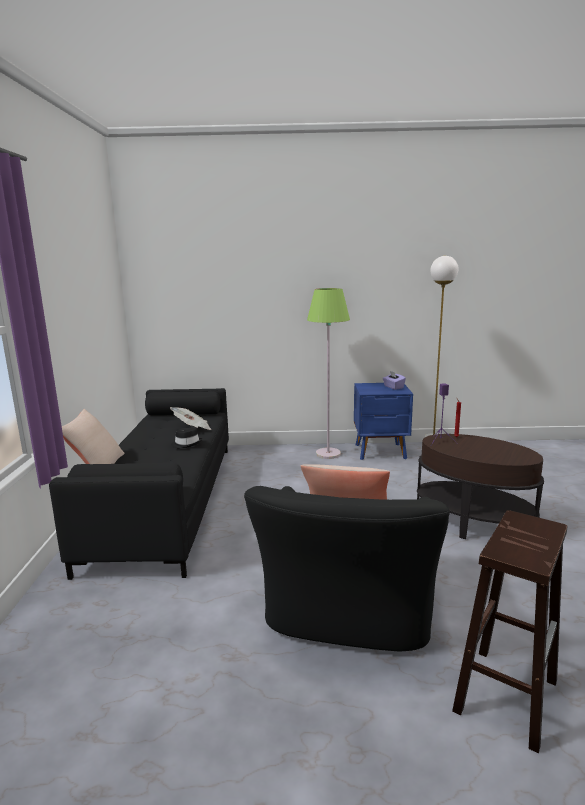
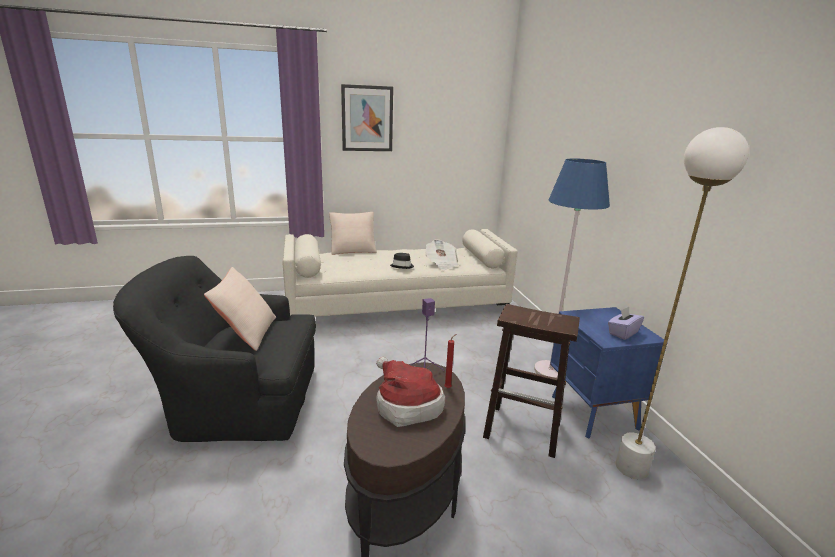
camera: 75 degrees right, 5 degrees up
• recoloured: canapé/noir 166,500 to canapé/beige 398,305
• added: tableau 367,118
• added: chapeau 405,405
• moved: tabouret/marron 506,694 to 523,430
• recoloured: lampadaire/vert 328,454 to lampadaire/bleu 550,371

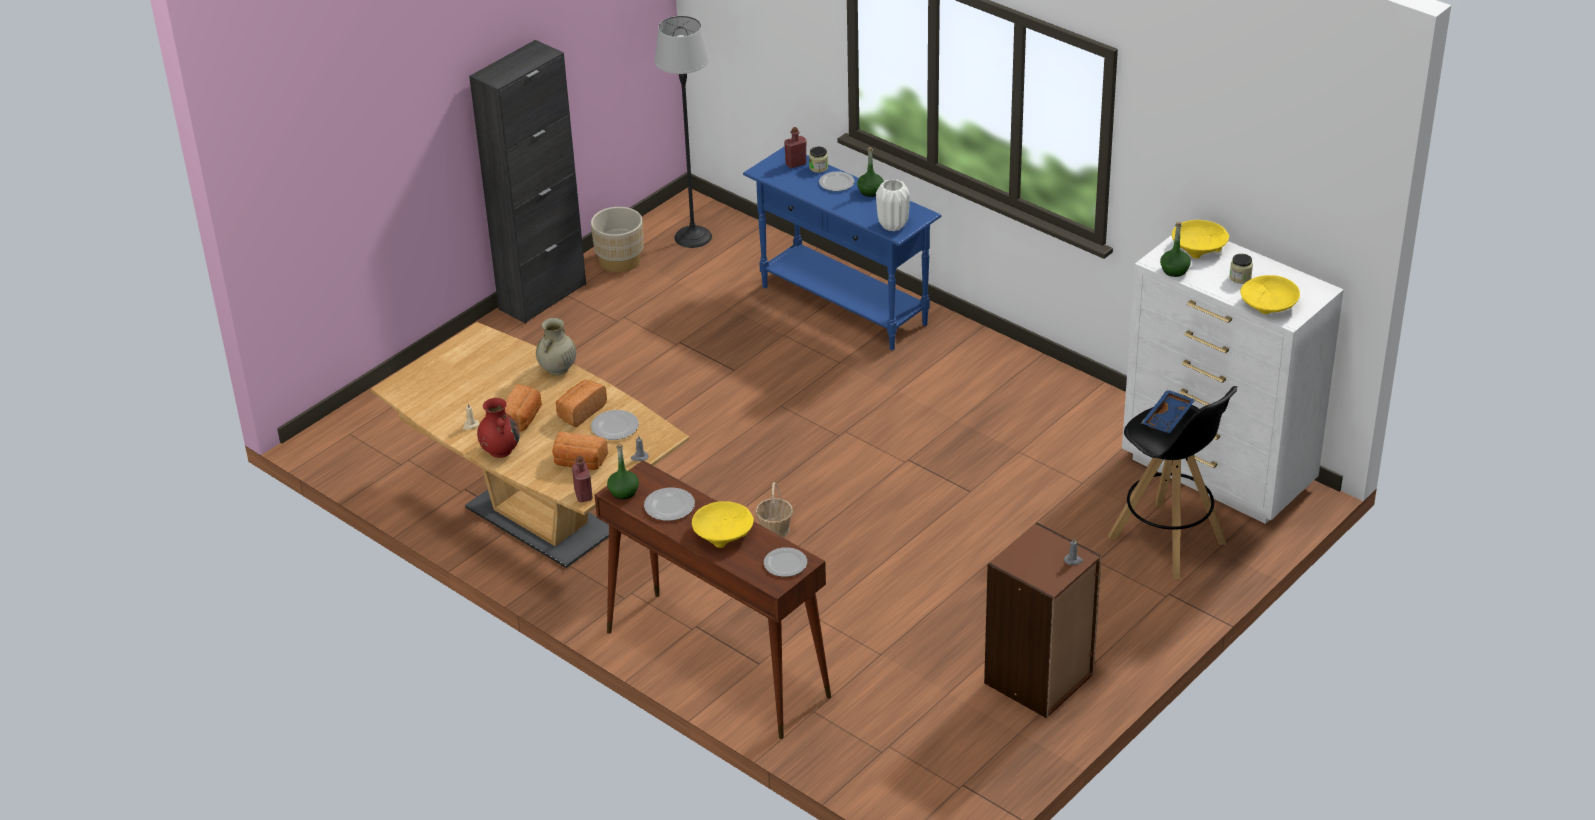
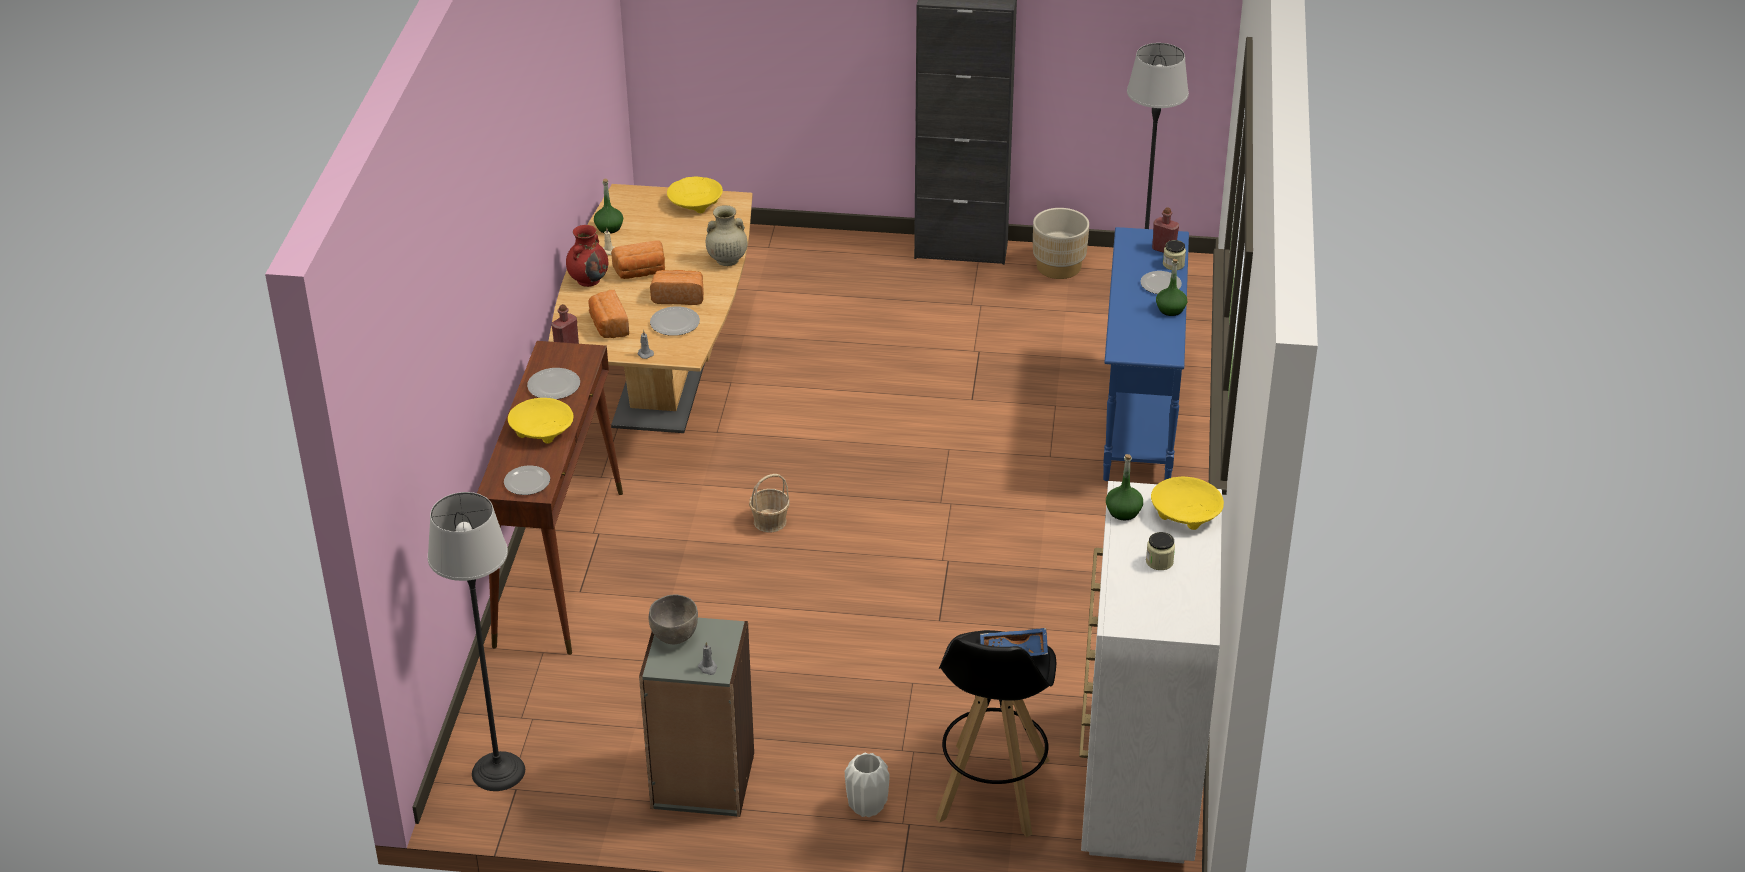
camera: 55 degrees right, 0 degrees up
• added: lampadaire 498,771
• moved: bouteille/vert 624,492 to 609,228
• recoloured: bibliothèque/marron 1039,679 to bibliothèque/gris 702,781
• added: bol/gris 674,636
• moved: bol/jaune 1269,305 to 695,203
• moved: vase/blanc 892,225 to 867,807

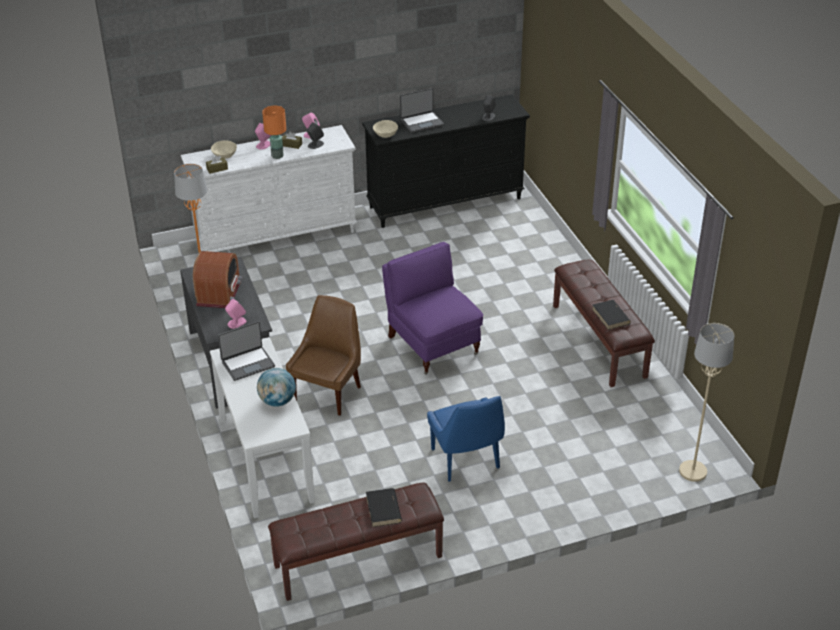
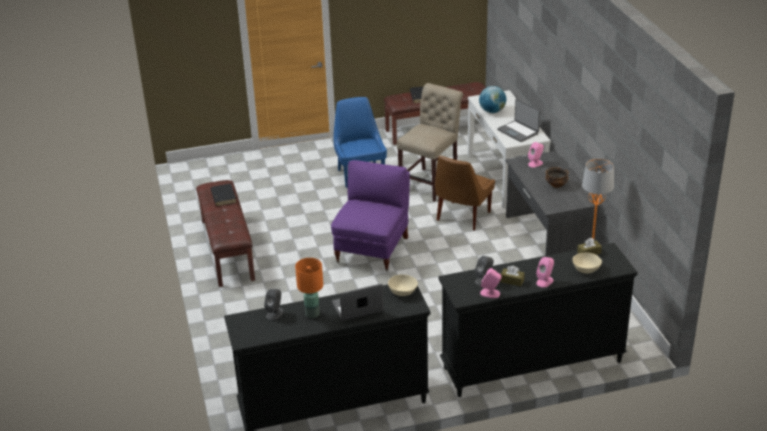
camera: 175 degrees left, 5 degrees down
• moved: lampe de table/orange 277,156 to 312,313
• turned: fauteuil/violet 433,345 = 372,250 135 degrees counterclockwise
• added: chaise/beige 431,183
• recoloured: commode/blanc 276,236 to commode/noir 531,365
• turned: ordinateur portable 248,363 = 518,131 105 degrees counterclockwise
• replaced: radio 219,293 to bol 556,185
• removed: lampadaire/beige 692,471

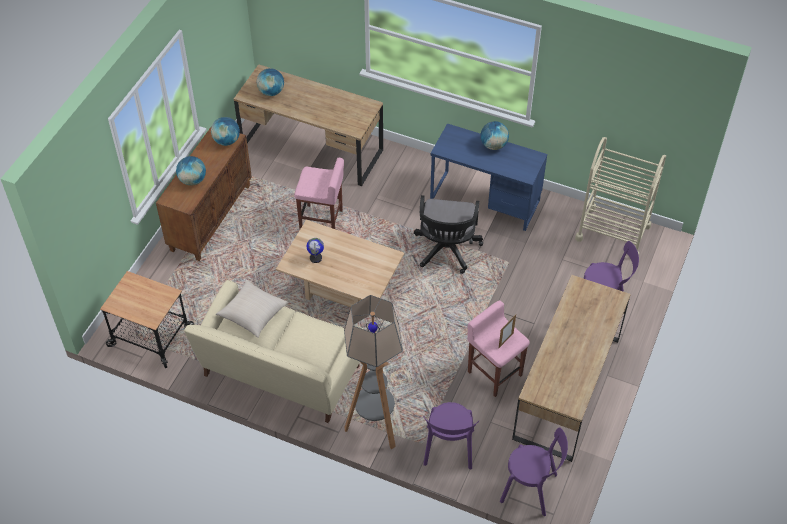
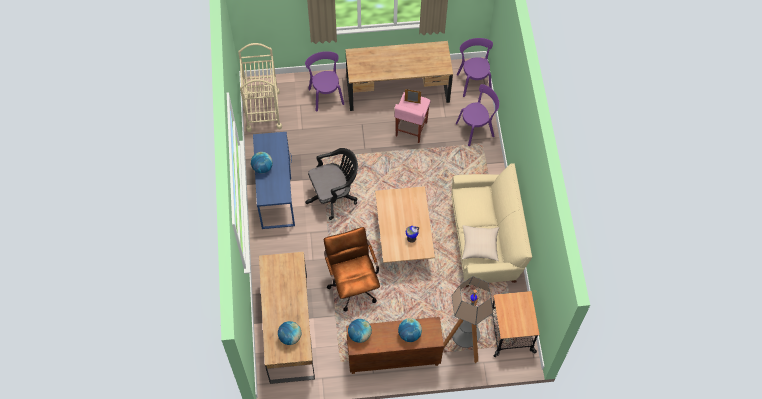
camera: 120 degrees left, 10 degrees up
• replaced: tabouret/rose 322,220 to chaise de bureau/marron 353,283
• moved: lampadaire 375,426 to 463,345

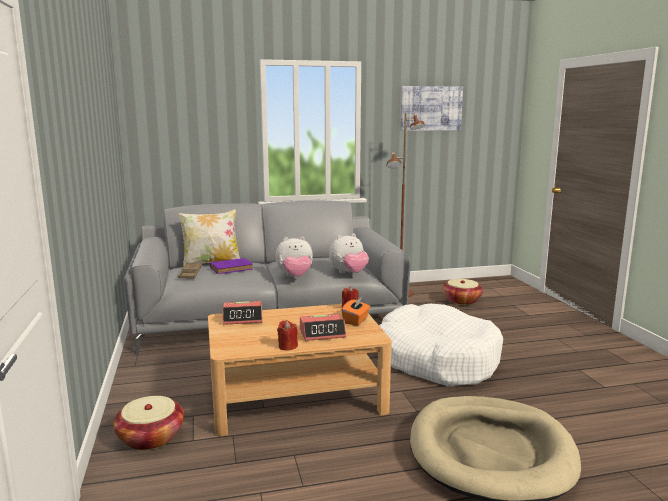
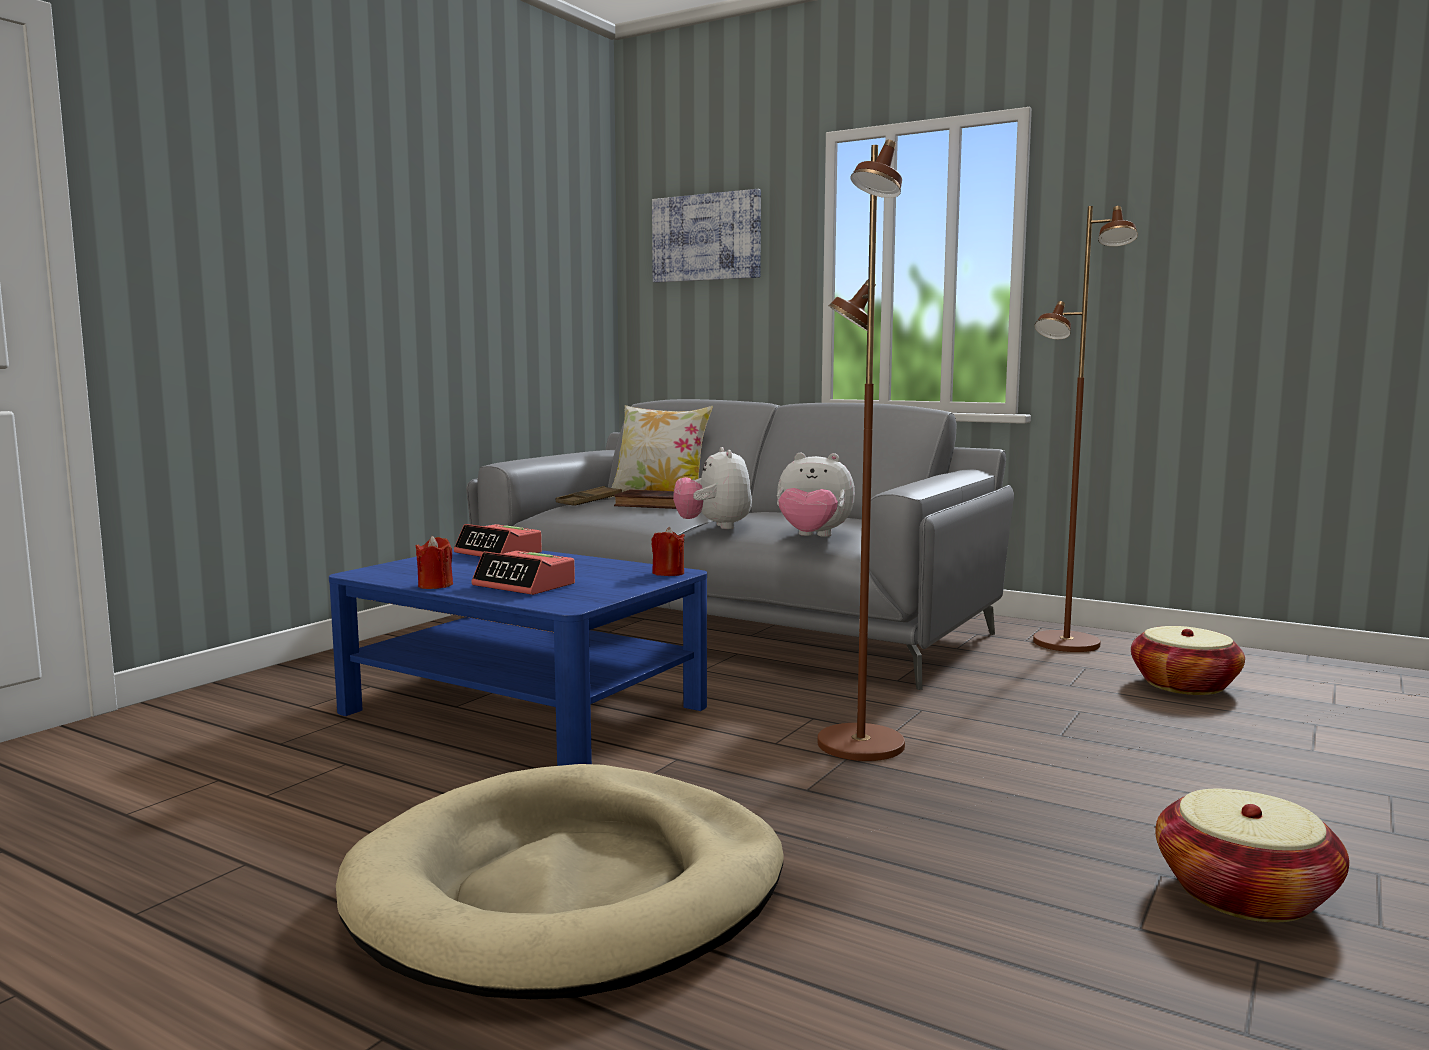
camera: 45 degrees right, 5 degrees down
• recoloured: table basse/beige 296,395 to table basse/bleu 524,709
• recoloured: livre/violet 232,268 to livre/marron 655,504
• moved: tableau 431,108 to 706,237
• turned: peluche 295,277 = 714,527 45 degrees clockwise
• replaced: panier pour chien/blanc 436,359 to lampadaire/marron 858,745
• moved: panier 151,437 to 1244,894
• removed: boîte à mouchoirs/orange 356,321

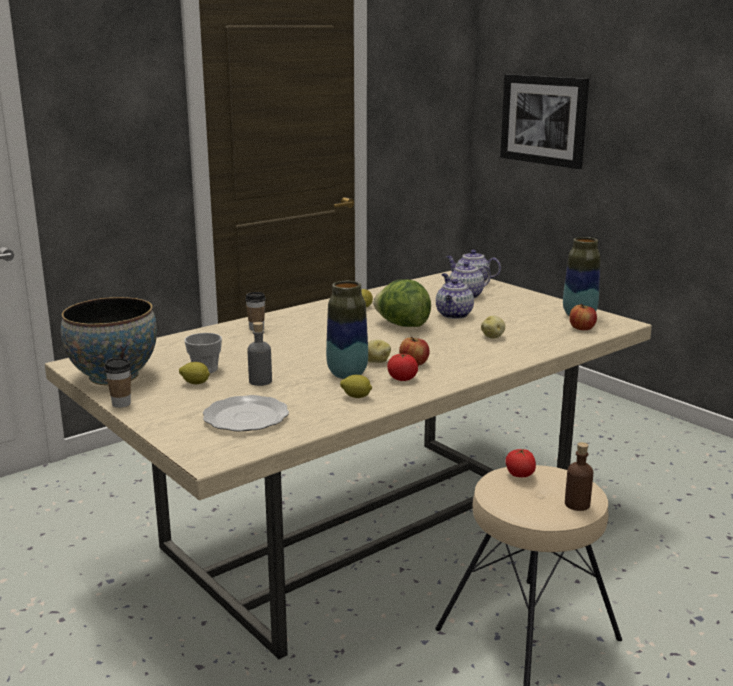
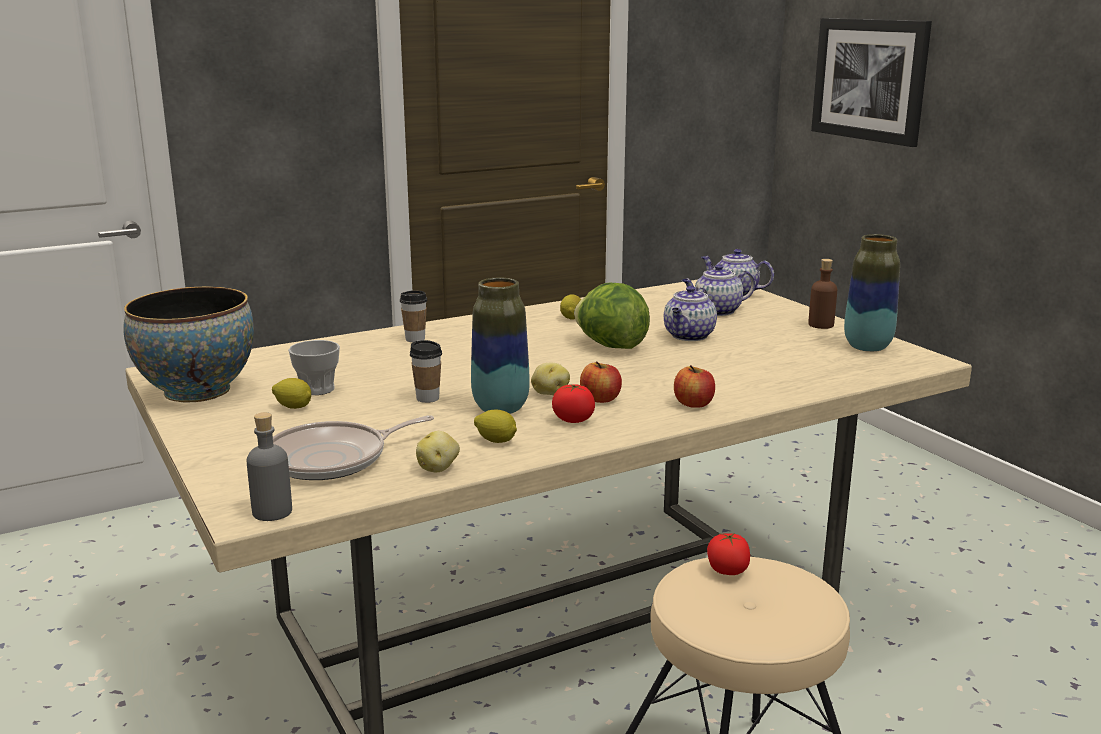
camera: 10 degrees right, 0 degrees up
• moved: bouteille/gris 260,381 to 272,512
• replaced: assiette 247,417 to poêle 333,459
• moved: tasse 121,404 to 427,398
• moved: pomme de terre 493,336 to 438,468
• moved: pomme 582,328 to 693,404
• moved: bouteille/marron 577,504 to 821,325

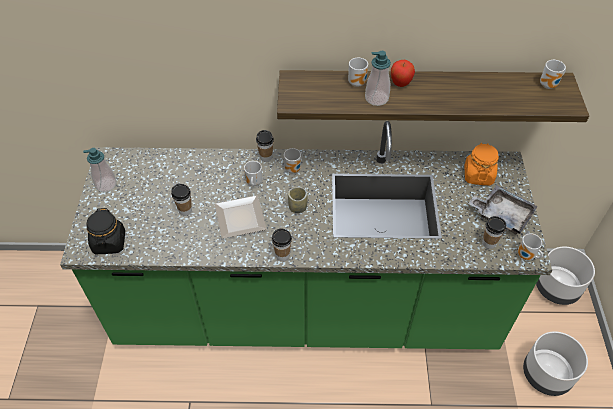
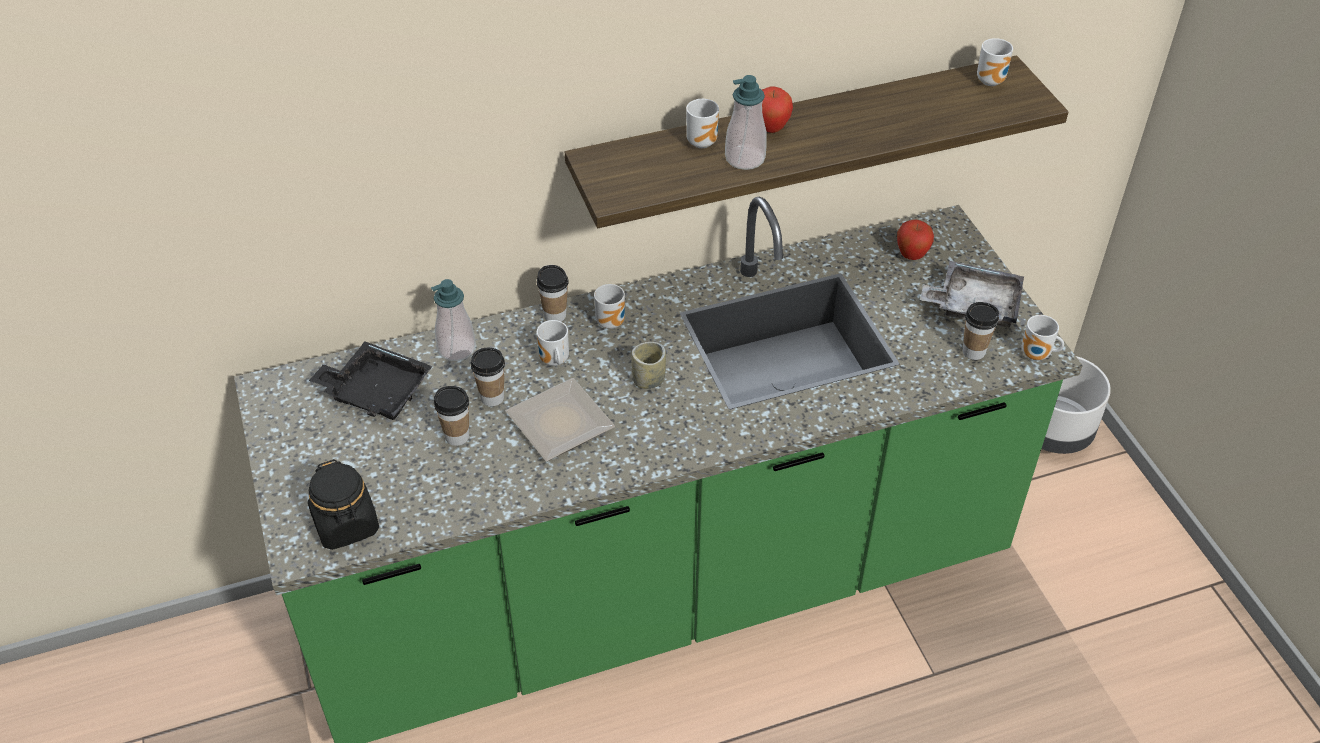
camera: 20 degrees left, 5 degrees down
• added: plateau/noir 376,391
• moved: distributeur de savon 106,184 to 456,349
• moved: tasse 282,255 to 492,397
• replaced: bocal/orange 478,175 to pomme 911,256
• removed: cache-pot/gris 546,374

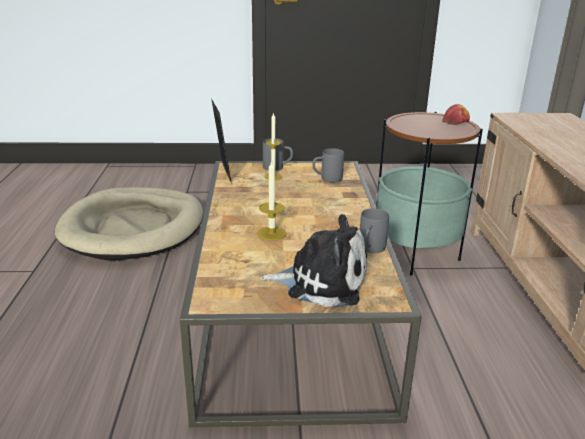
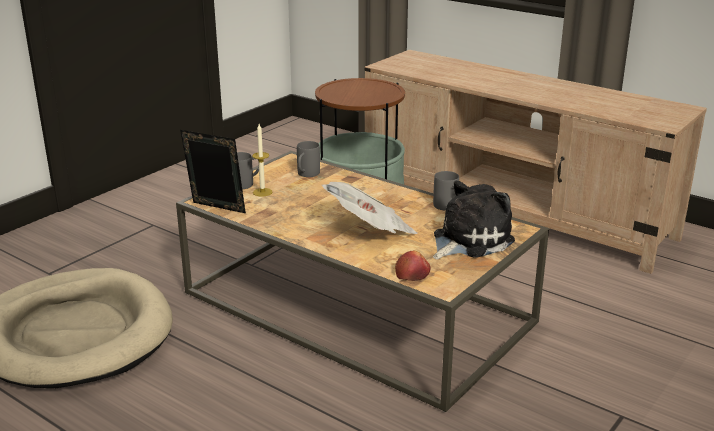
camera: 50 degrees left, 0 degrees up
• replaced: bougie 271,233 to journal 370,231
• moved: pomme 455,122 to 413,274

